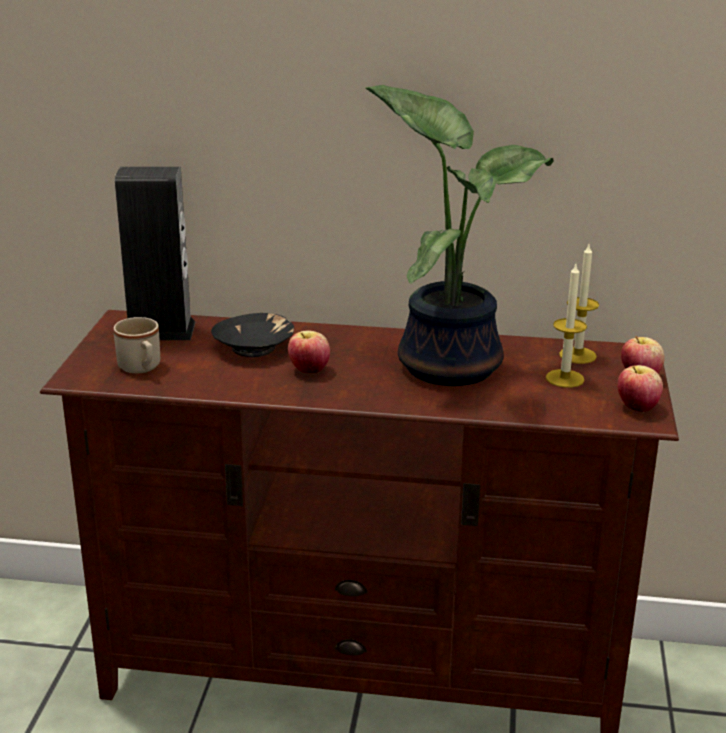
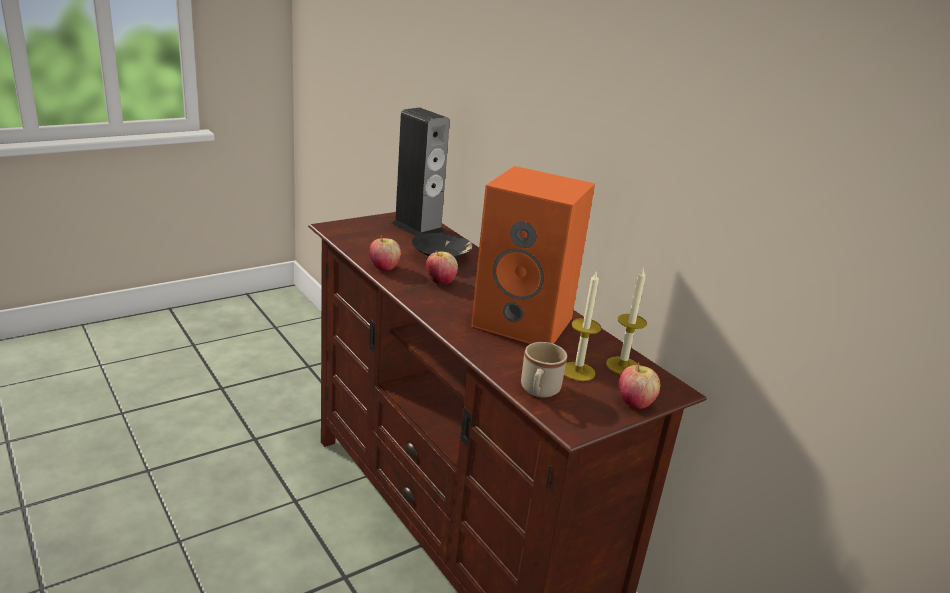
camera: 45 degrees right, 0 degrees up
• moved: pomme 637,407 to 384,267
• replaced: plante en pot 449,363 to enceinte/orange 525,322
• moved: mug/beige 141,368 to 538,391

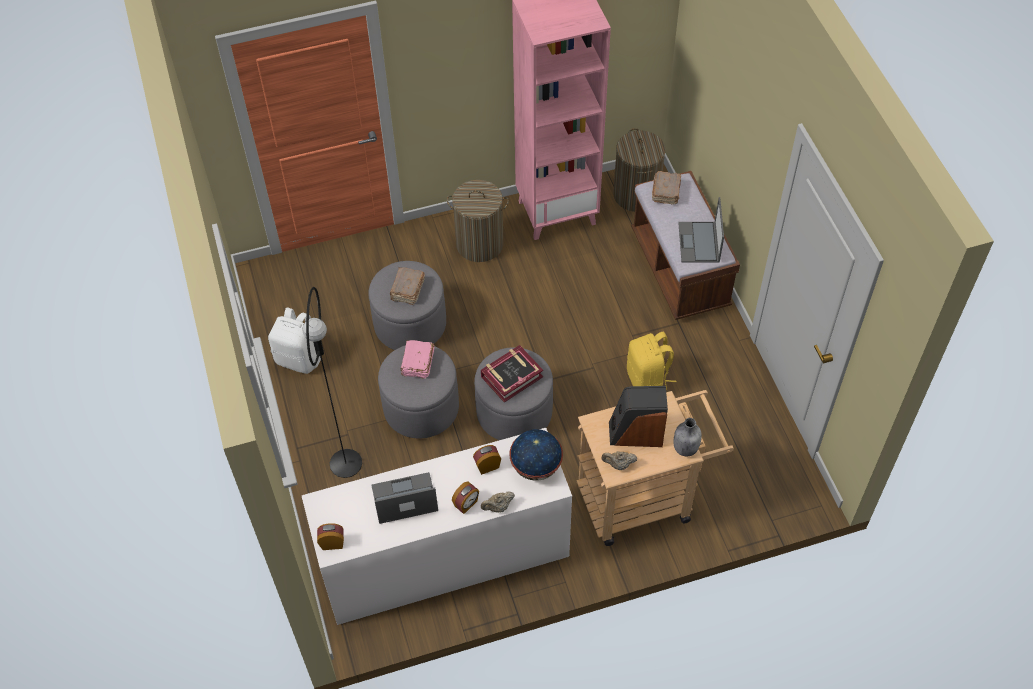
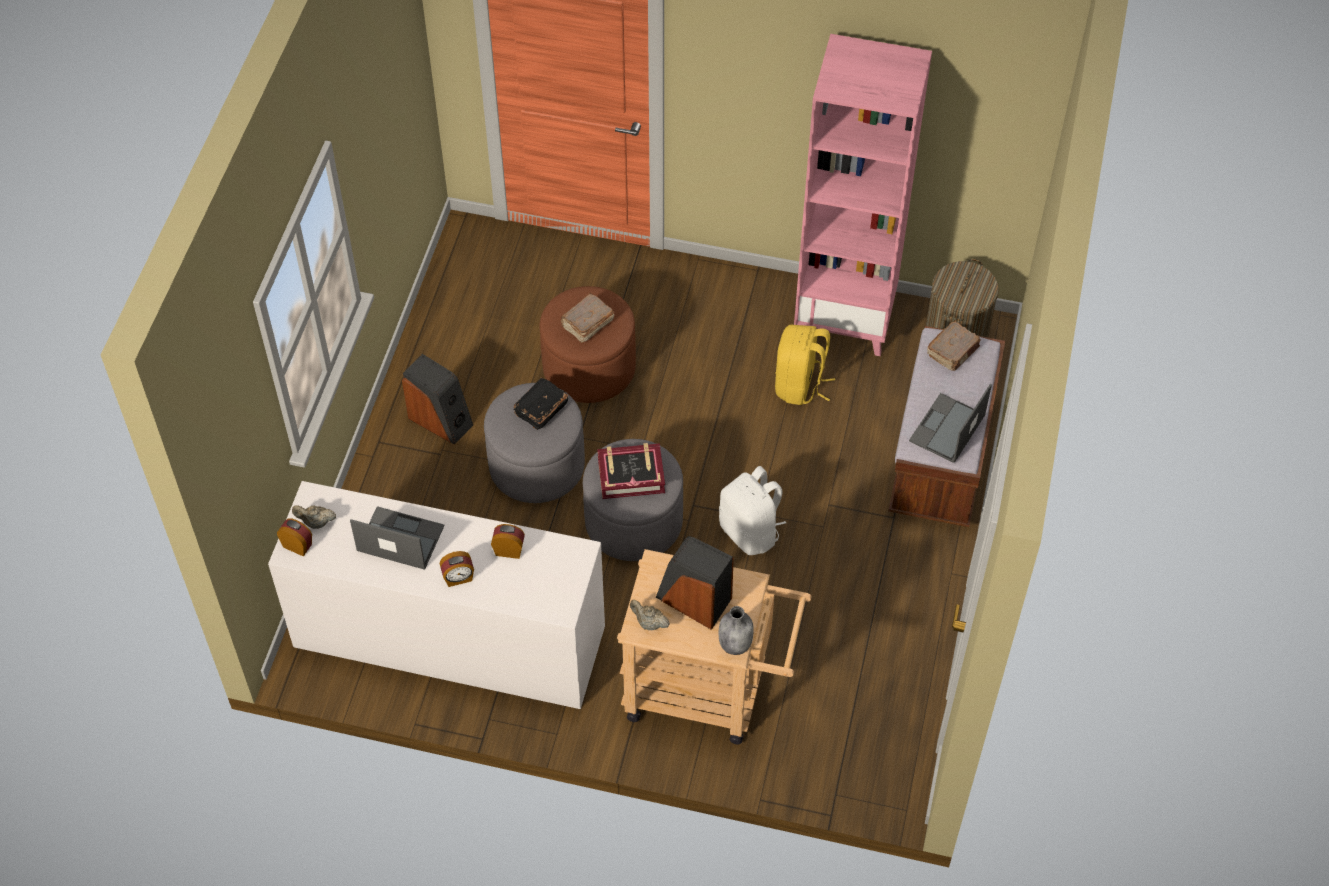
camera: 30 degrees right, 0 degrees up
• moved: théière/beige 498,507 to 316,523
• added: enceinte 441,420
• recoloured: livre/rose 417,363 to livre/noir 540,409
• recoloured: pouf/gris 410,324 to pouf/marron 589,367
• moved: sac à dos/blanc 299,358 to 750,532
• moved: sac à dos/jaune 648,380 to 800,385
• removed: lampadaire/noir 345,463
• removed: panier à linge 480,244
• removed: globe 535,467

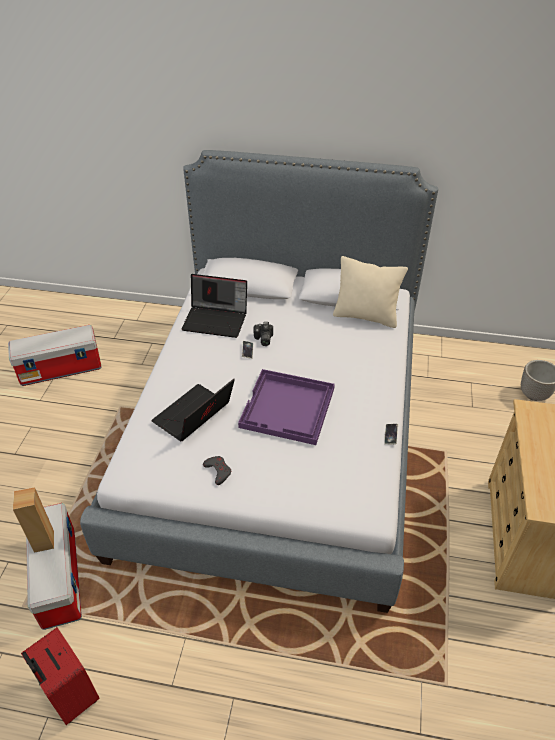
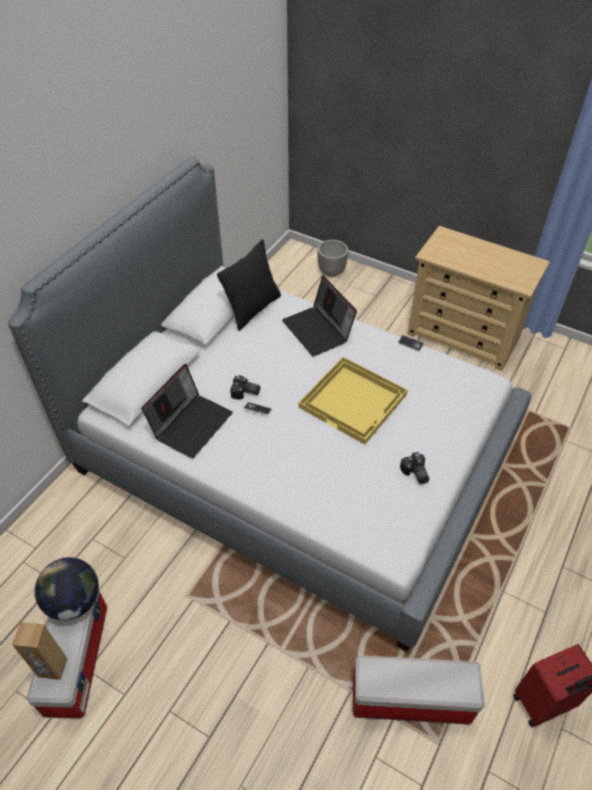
camera: 70 degrees left, 5 degrees up
• moved: enceinte/marron 43,541 to 52,668
• added: globe 74,601
• recoloured: coussin/beige 366,316 to coussin/noir 252,309
• moved: ordinateur portable 194,417 to 319,331
• recoloured: plateau/violet 288,408 to plateau/jaune 354,400
• replaced: manette/gris 218,471 to appareil photo 415,474

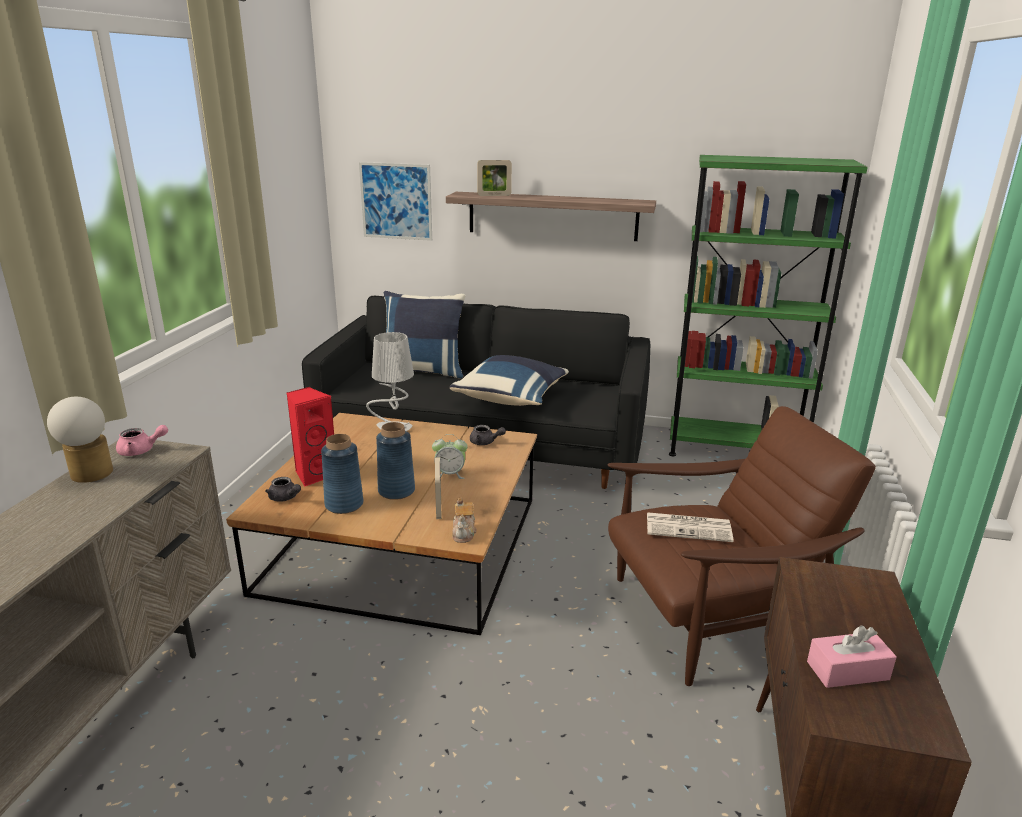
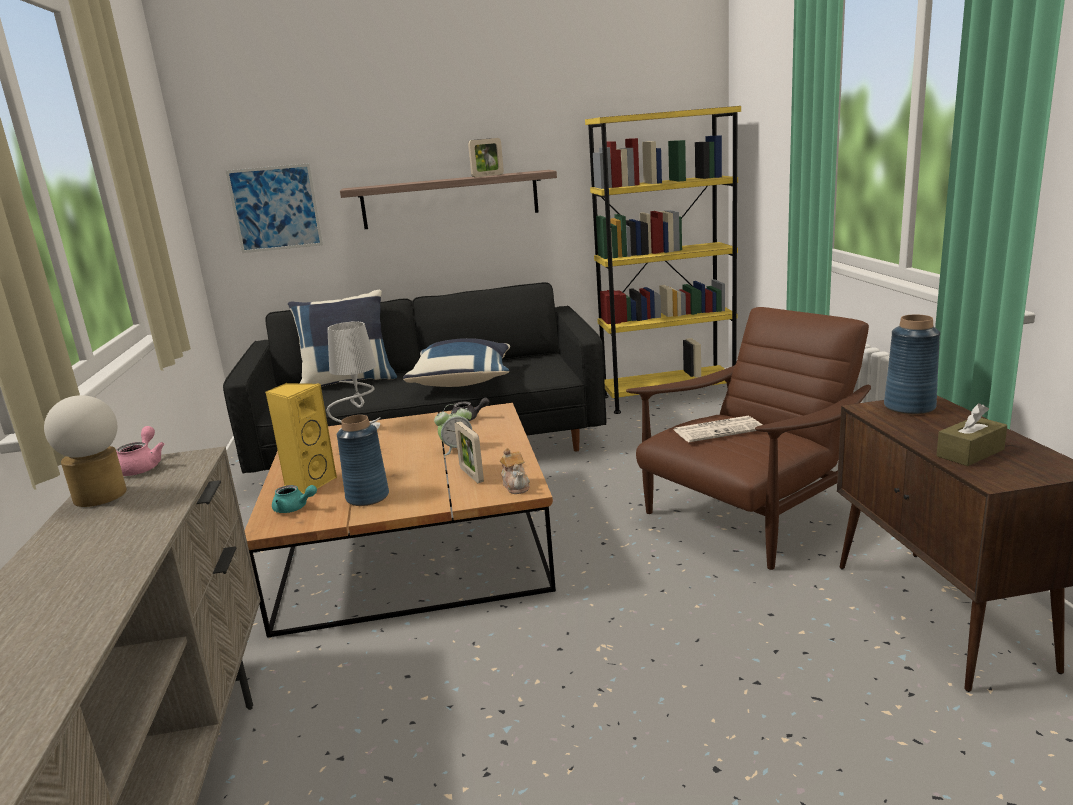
camera: 20 degrees left, 5 degrees down
• turned: théière/rose 141,451 = 142,467 60 degrees counterclockwise
• recoloured: enceinte/rouge 314,474 to enceinte/jaune 309,483
• recoloured: théière/gris 285,498 to théière/turquoise 294,509
• moved: cadre photo 494,195 to 487,175
• recoloured: bibliothèque/vert 735,450 to bibliothèque/jaune 668,397
• moved: vase/bleu 396,491 to 909,407
• recoloured: boîte à mouchoirs/rose 847,670 to boîte à mouchoirs/marron 970,453

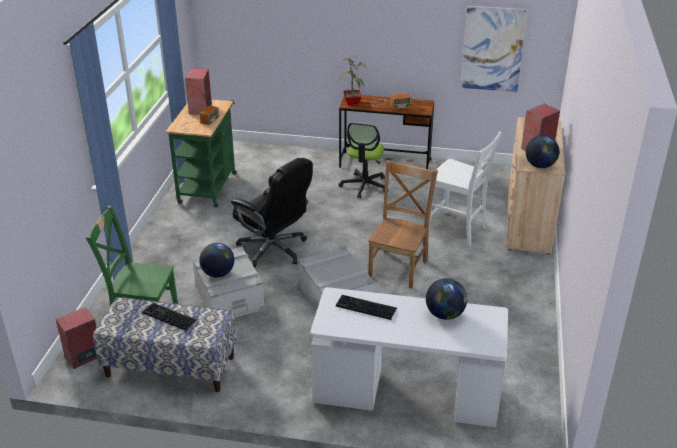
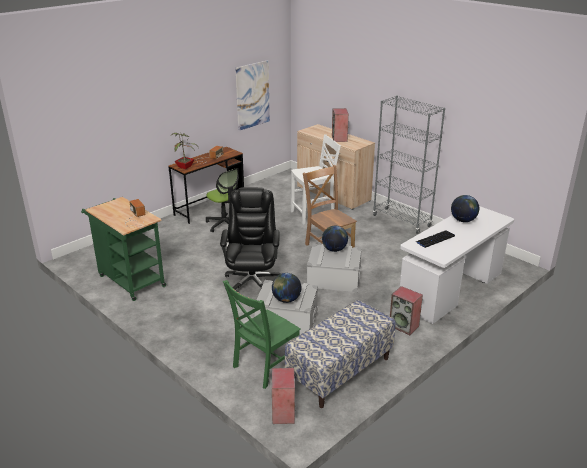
camera: 55 degrees left, 5 degrees down
• turned: chaise de bureau/noir 274,250 = 252,282 75 degrees counterclockwise
• moved: globe 540,165 to 334,249
• added: bibliothèque/gris 401,221
• moved: enceinte 200,109 to 404,326
• removed: clavier 169,317

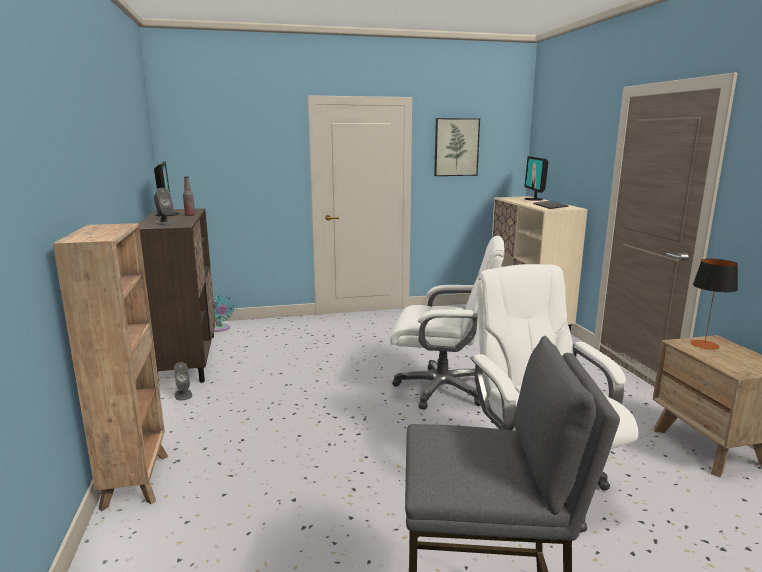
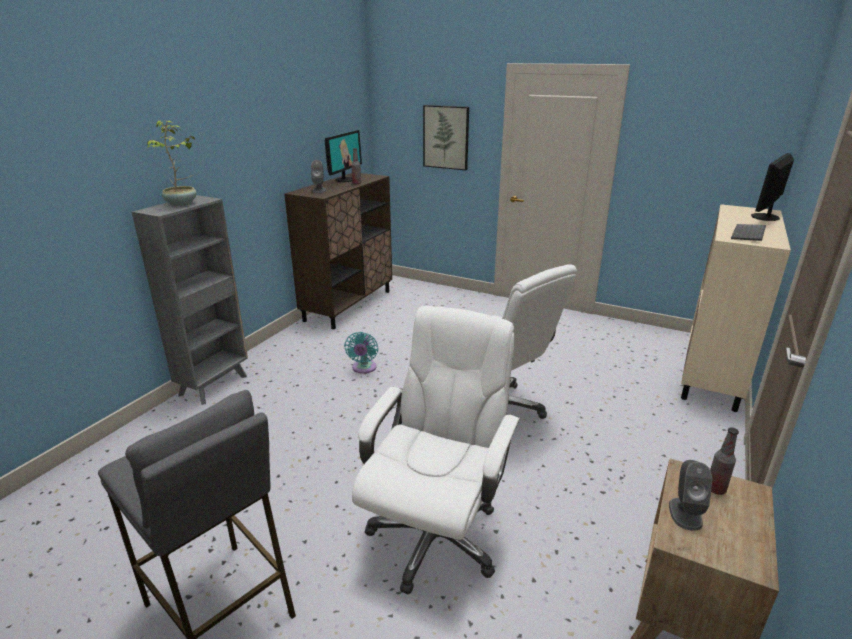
camera: 40 degrees right, 10 degrees up
• recoloured: bibliothèque/marron 137,479 to bibliothèque/gris 215,384
• added: plante en pot 182,204
• moved: ventilateur/turquoise 220,329 to 363,368
• moved: tableau 456,147 to 446,137
• moved: enceinte/gris 183,394 to 685,513
• replaced: lampe de table 704,345 to bouteille 715,489

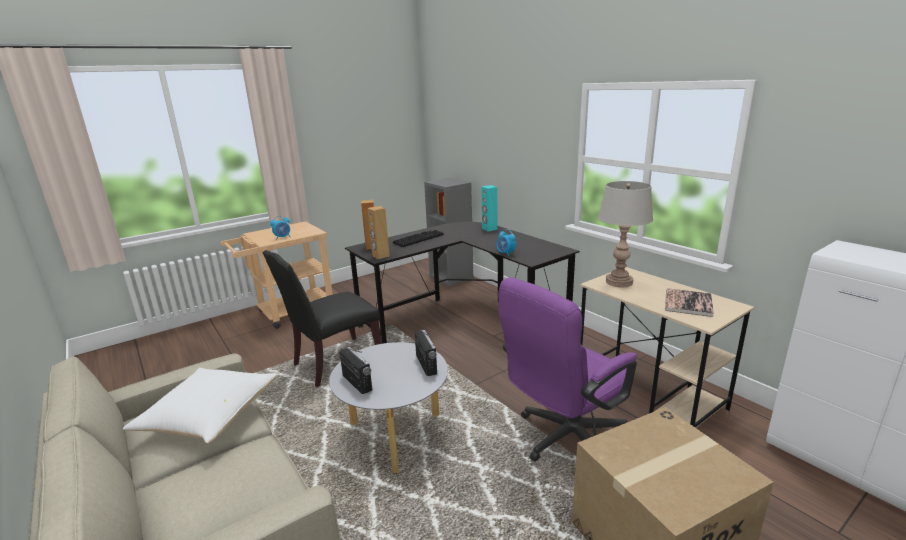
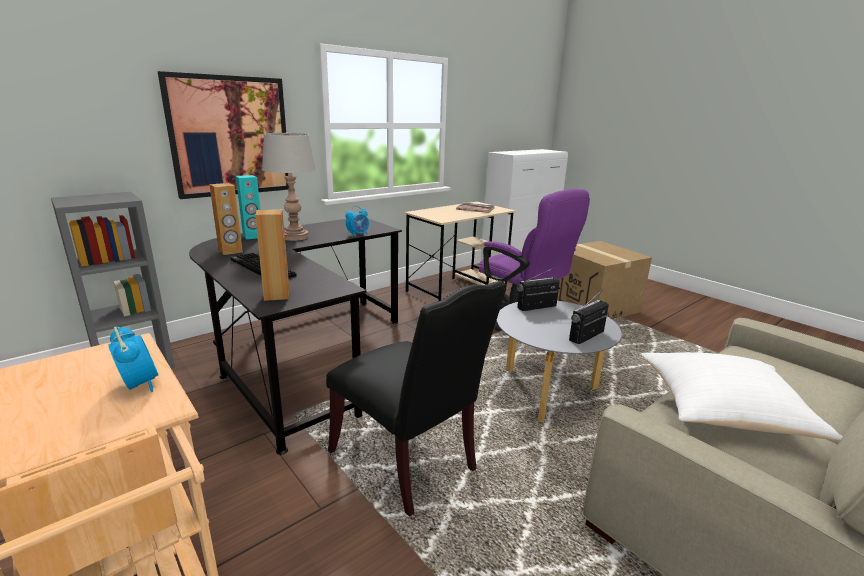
camera: 95 degrees left, 0 degrees up
• added: tableau 230,136
• moved: enceinte/marron 380,256 to 230,251
• moved: lampe de table/gris 618,282 to 295,237

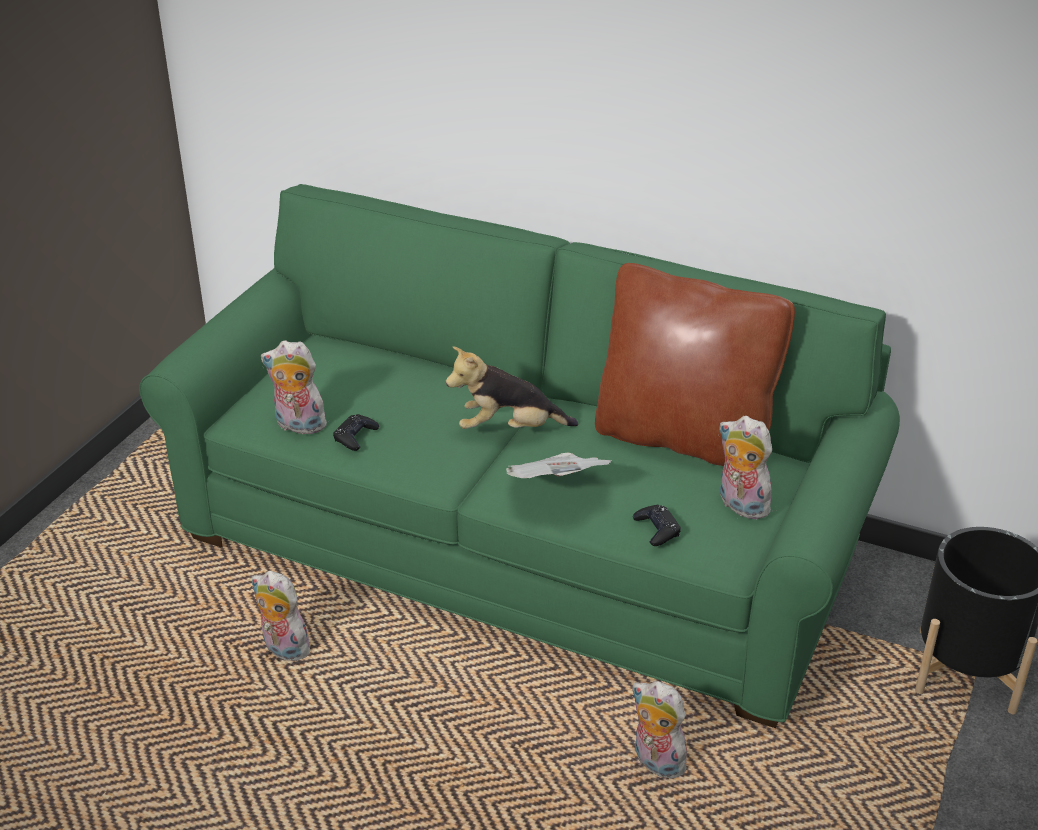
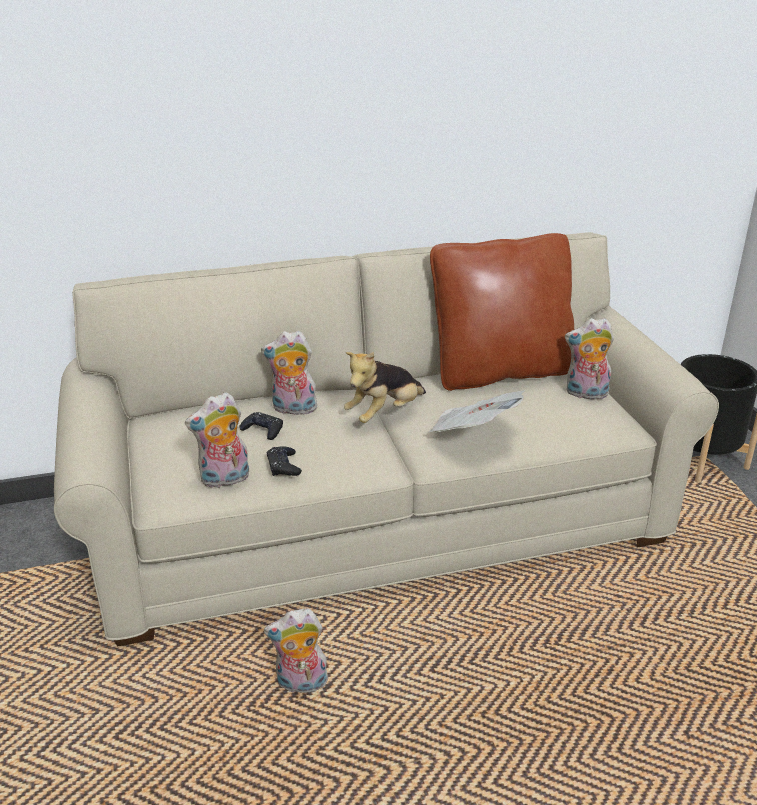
camera: 40 degrees left, 5 degrees down
• recoloured: canapé/vert 521,545 to canapé/beige 379,518
• moved: manette/noir 657,529 to 263,430
• moved: peluche 655,762 to 293,409

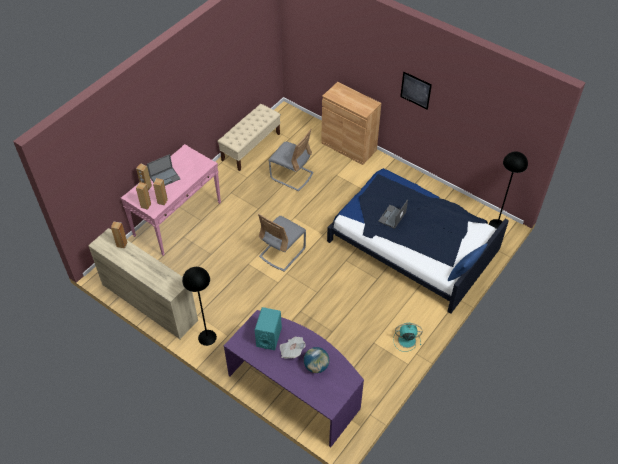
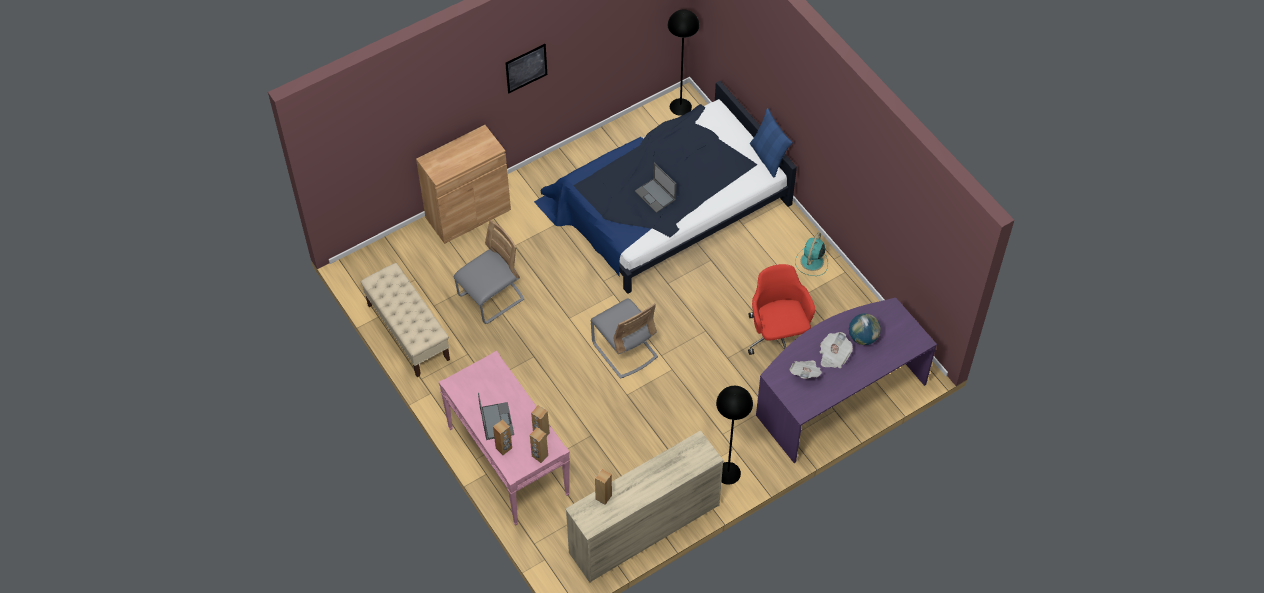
camera: 70 degrees left, 5 degrees up
• added: chaise de bureau/rouge 778,336
• replaced: enceinte/turquoise 269,337 to journal 805,373

